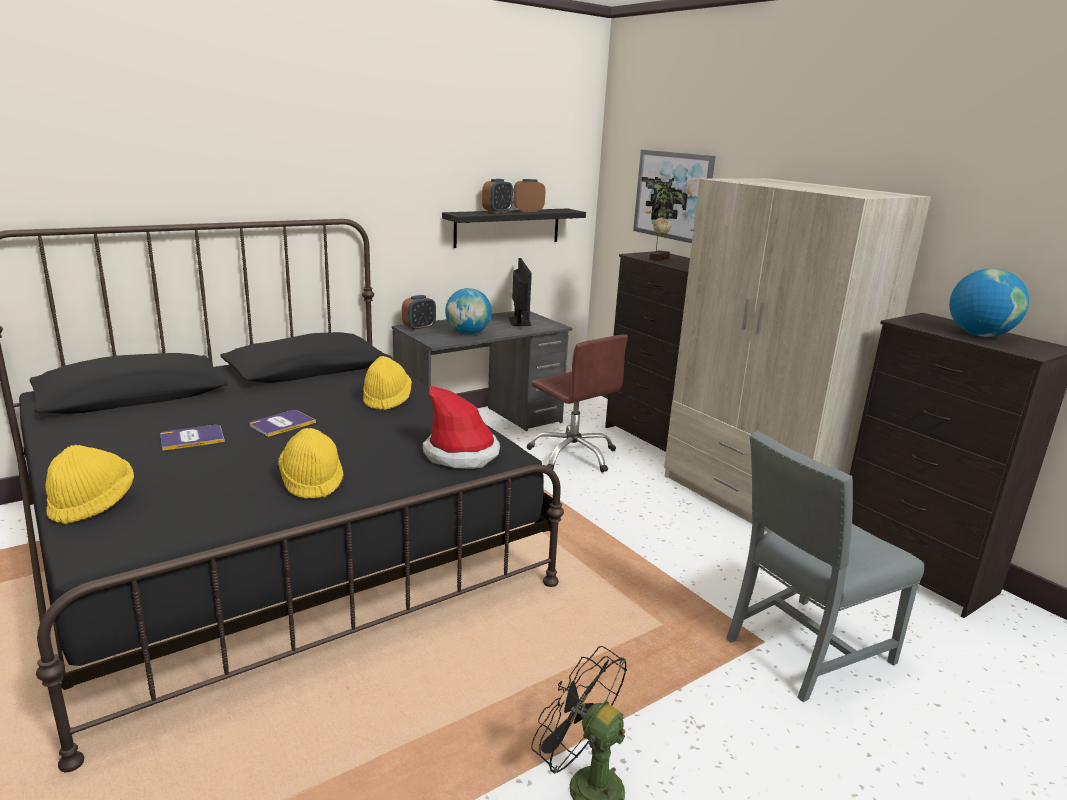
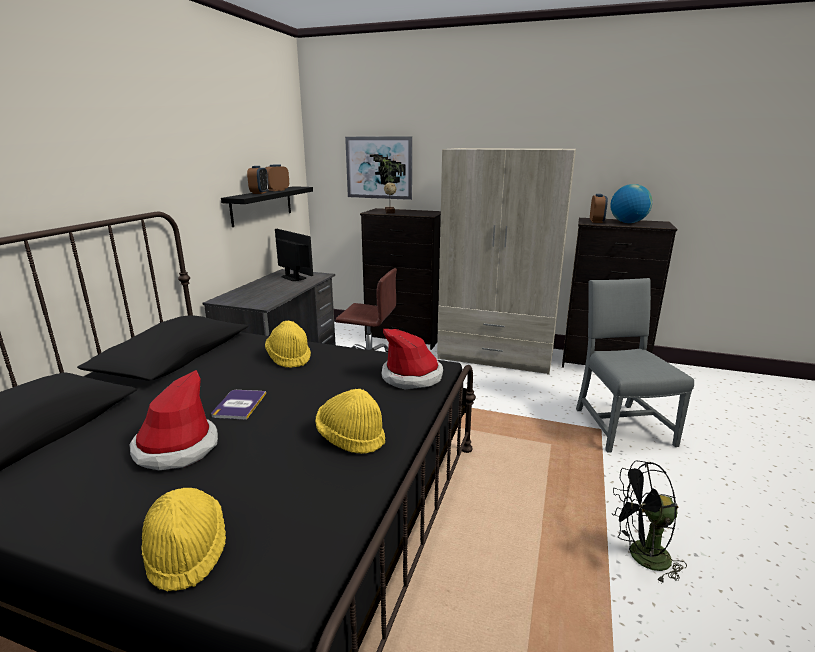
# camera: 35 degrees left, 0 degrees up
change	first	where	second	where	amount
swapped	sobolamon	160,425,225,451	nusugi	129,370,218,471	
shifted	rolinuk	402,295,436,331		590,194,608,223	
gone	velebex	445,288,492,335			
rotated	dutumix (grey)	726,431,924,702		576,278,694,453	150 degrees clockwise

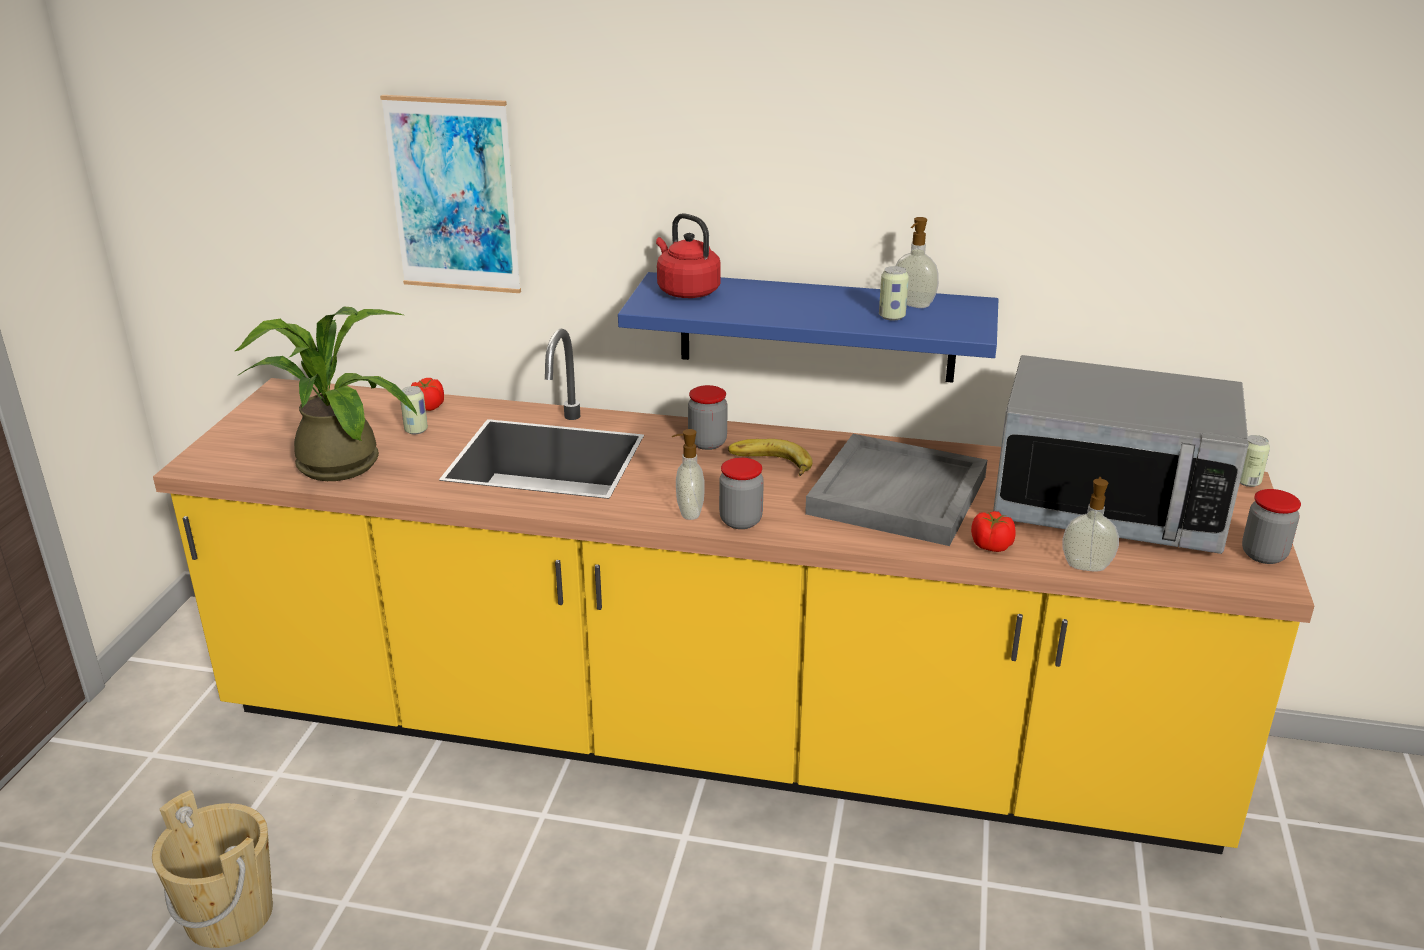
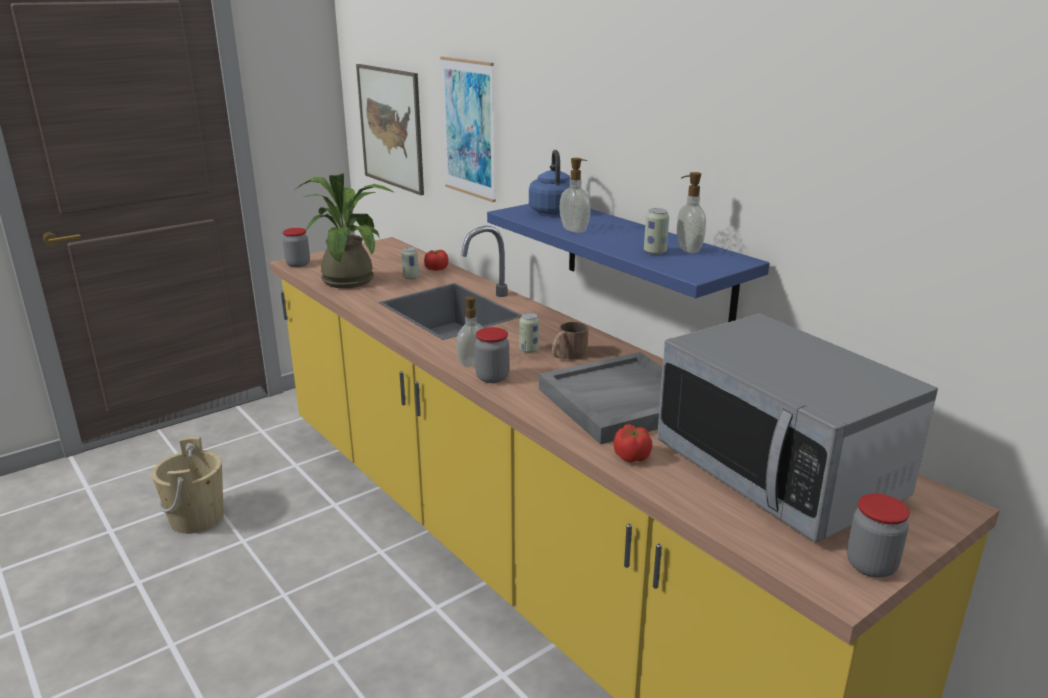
# camera: 40 degrees right, 5 degrees down
change	first	where	second	where	amount
repainted	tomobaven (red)	656,213,721,298	tomobaven (blue)	529,150,571,215	
shifted	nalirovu	688,385,727,450		282,228,310,267	
swapped	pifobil	728,439,813,476	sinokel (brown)	552,322,588,359	
shifted	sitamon	1062,477,1119,572		559,158,591,233	
shifted	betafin	1240,435,1270,487		519,313,539,353	
new			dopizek	356,64,424,195	

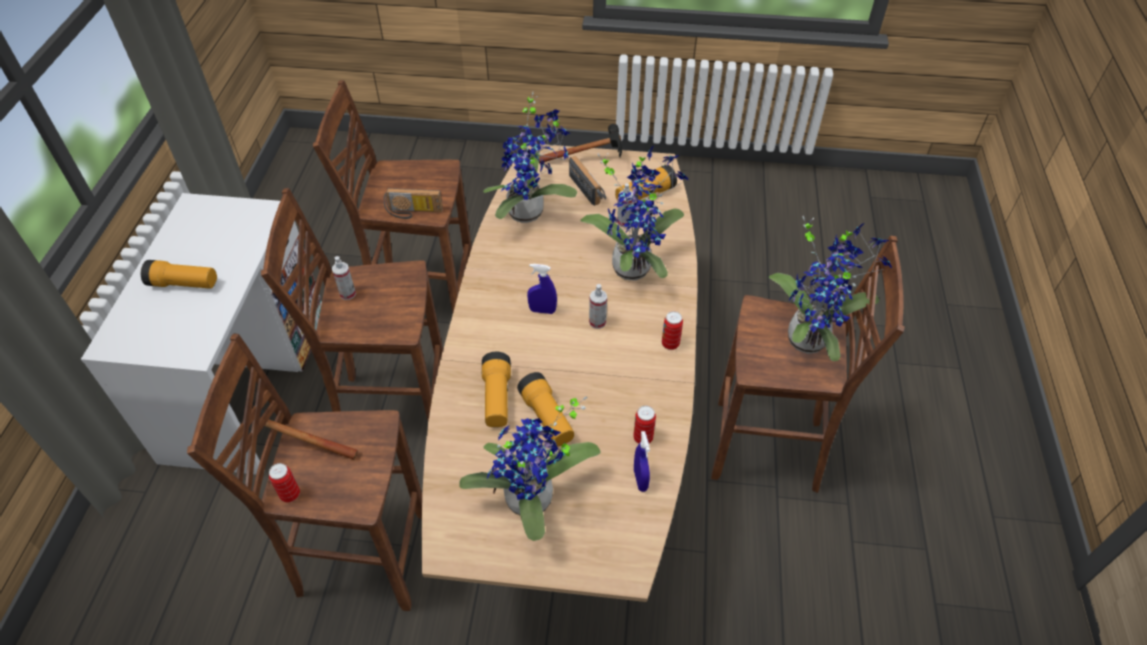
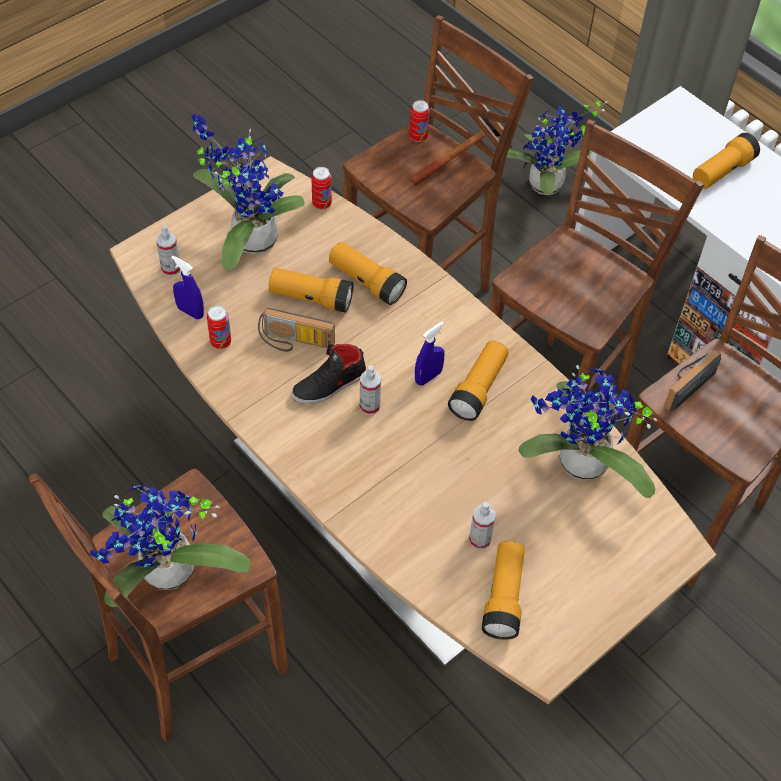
# camera: 130 degrees right, 5 degrees up
change	first	where	second	where	amount
shifted	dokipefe	332,256,356,300		156,225,180,276	
gone	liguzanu	539,124,622,163			
shifted	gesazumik	569,156,606,206		258,308,335,352	
shifted	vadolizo	580,146,688,281		507,101,608,195	
shifted	betafin	662,311,683,350		311,167,332,210	
new			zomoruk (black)	292,344,366,404	
new			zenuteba	448,340,508,421	

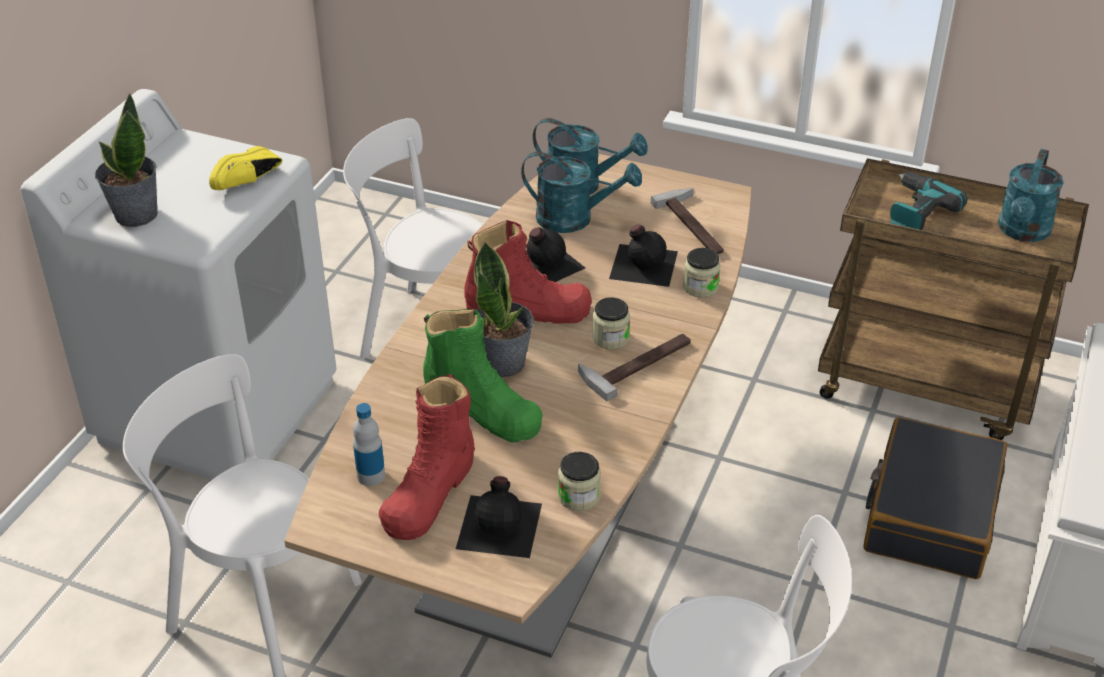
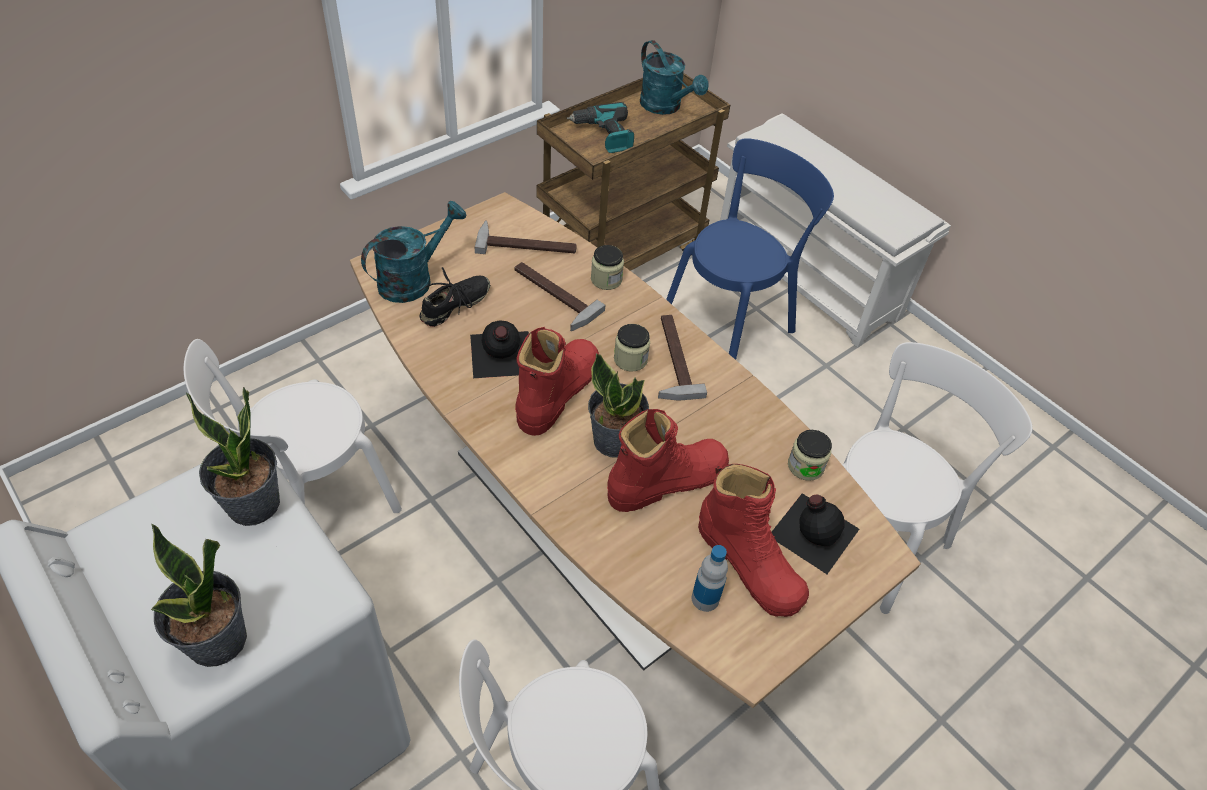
# camera: 65 degrees left, 10 degrees up
change	first	where	second	where	amount
swapped	zomoruk (yellow)	209,146,282,190	vadolizo	186,387,280,526	
repainted	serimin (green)	423,309,543,443	serimin (red)	607,409,729,512	
swapped	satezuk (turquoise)	521,152,642,233	zomoruk (black)	419,267,490,327	
swapped	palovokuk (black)	609,224,678,287	liguzanu	514,262,605,331	
swapped	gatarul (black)	863,417,1007,579	dutumix (blue)	666,138,834,360	

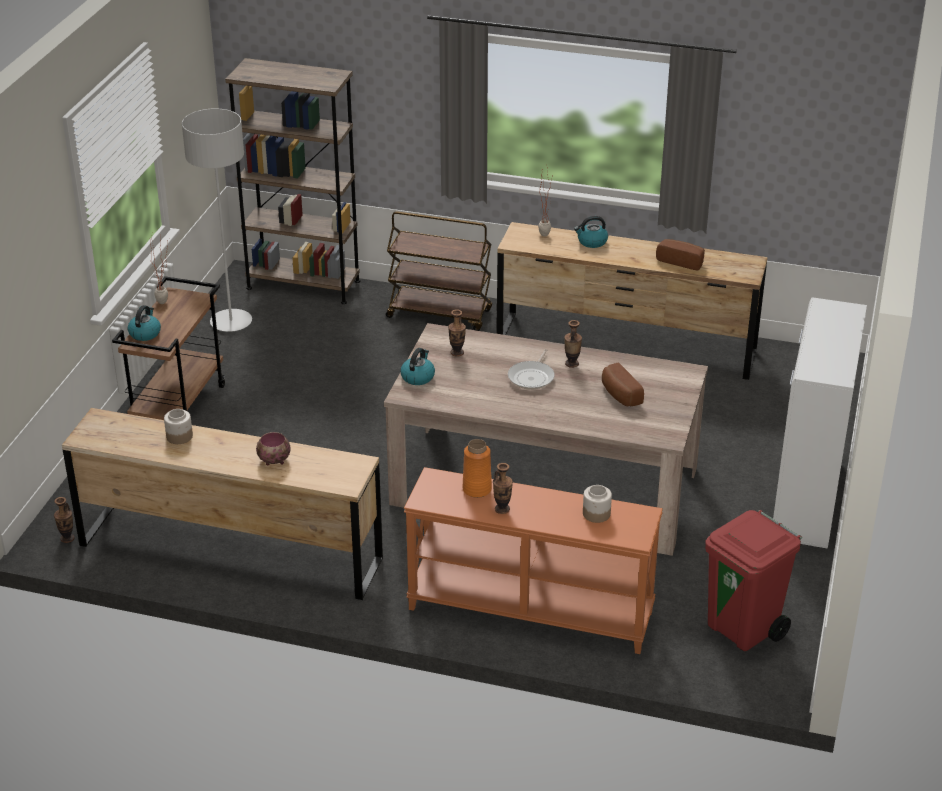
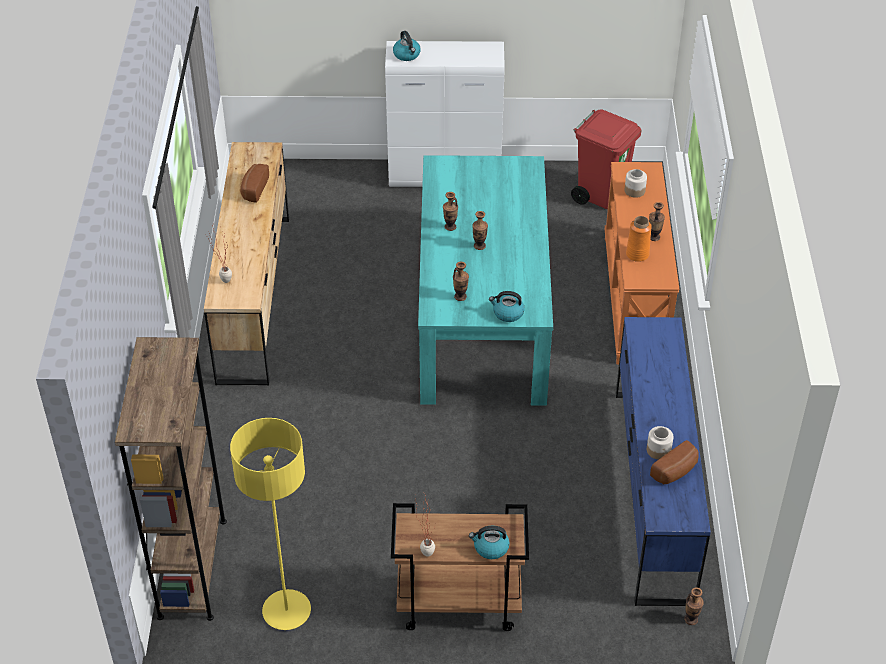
# camera: 105 degrees left, 10 degrees up
change	first	where	second	where	amount
repainted	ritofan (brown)	62,408,383,600	ritofan (blue)	616,317,711,606	
repainted	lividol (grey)	182,109,252,332	lividol (yellow)	230,418,311,630	
gone	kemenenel	256,432,291,466			
repainted	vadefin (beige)	384,323,708,556	vadefin (turquoise)	418,155,553,406	
gone	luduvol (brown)	386,211,492,331			
swapped	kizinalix	508,349,555,390	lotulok	472,211,488,250	
shifted	tomobaven	574,216,608,248		393,31,421,61	
shifted	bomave	602,363,644,406		650,440,699,484	

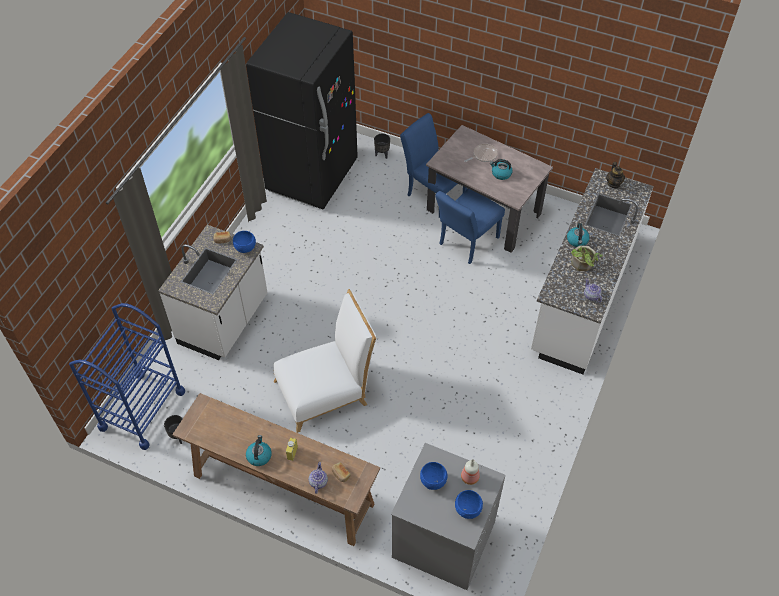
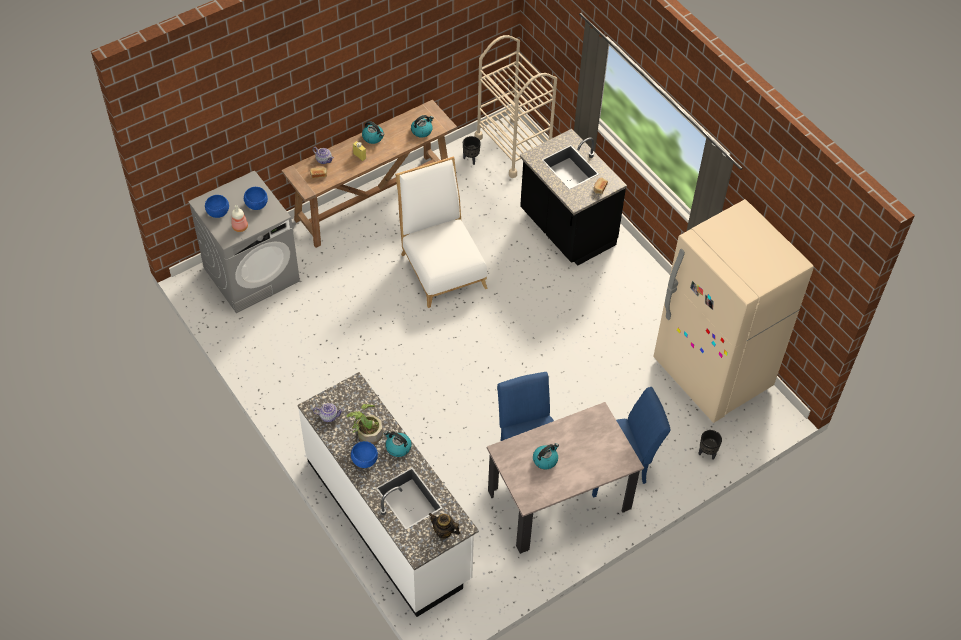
# camera: 120 degrees right, 0 degrees up
change	first	where	second	where	amount
repainted	luduvol (blue)	69,303,185,450	luduvol (beige)	474,35,557,178	
repainted	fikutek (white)	158,225,268,360	fikutek (black)	520,129,627,266	
shifted	kemenenel (blue)	233,231,256,253		351,441,378,468	
repainted	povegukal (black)	246,12,358,209	povegukal (beige)	653,199,814,423	
rotated	dutumix (white)	273,289,376,433		395,156,488,308	150 degrees clockwise
gone	kizinalix	464,144,498,162			
new			tomobaven	411,115,434,138	

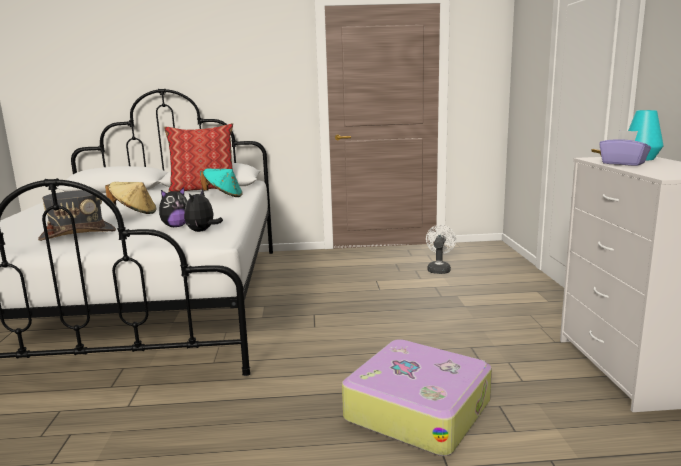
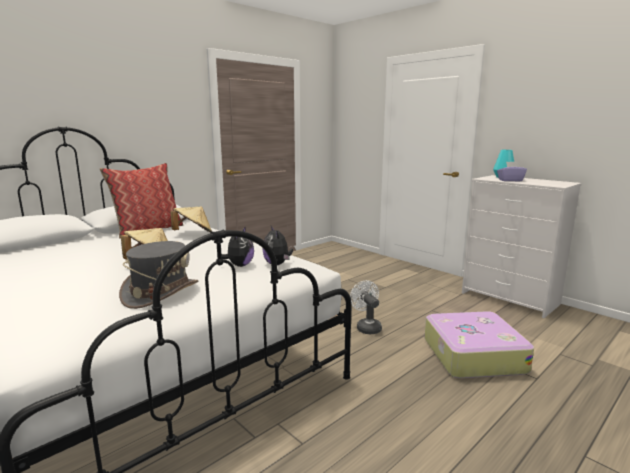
# camera: 40 degrees left, 0 degrees up
change	first	where	second	where	amount
repainted	nusugi (turquoise)	200,168,243,197	nusugi (beige)	171,207,212,232	
shifted	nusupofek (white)	426,225,456,274		350,280,382,334	

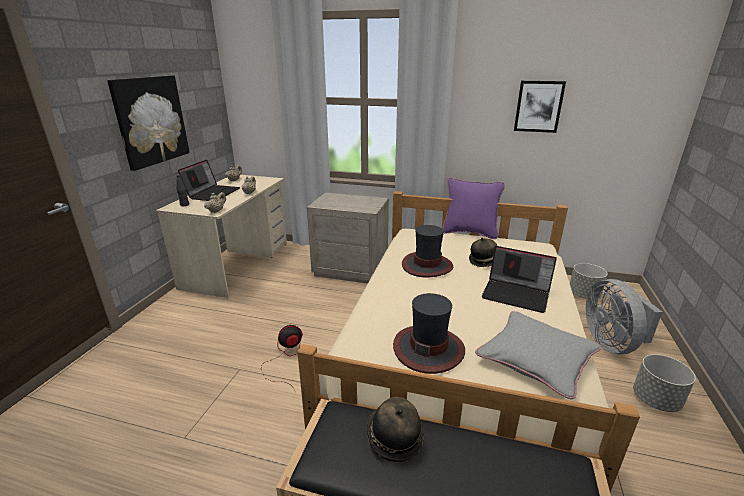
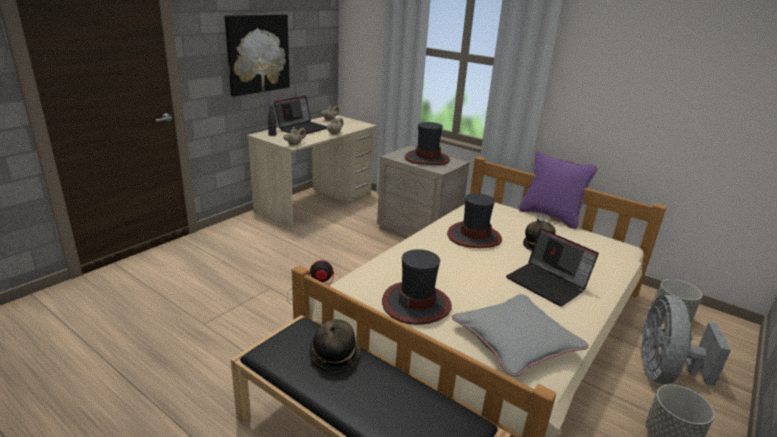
# camera: 20 degrees right, 0 degrees up
change	first	where	second	where	amount
gone	dopizek	514,81,566,133			
new			nusugi	405,122,450,165	

